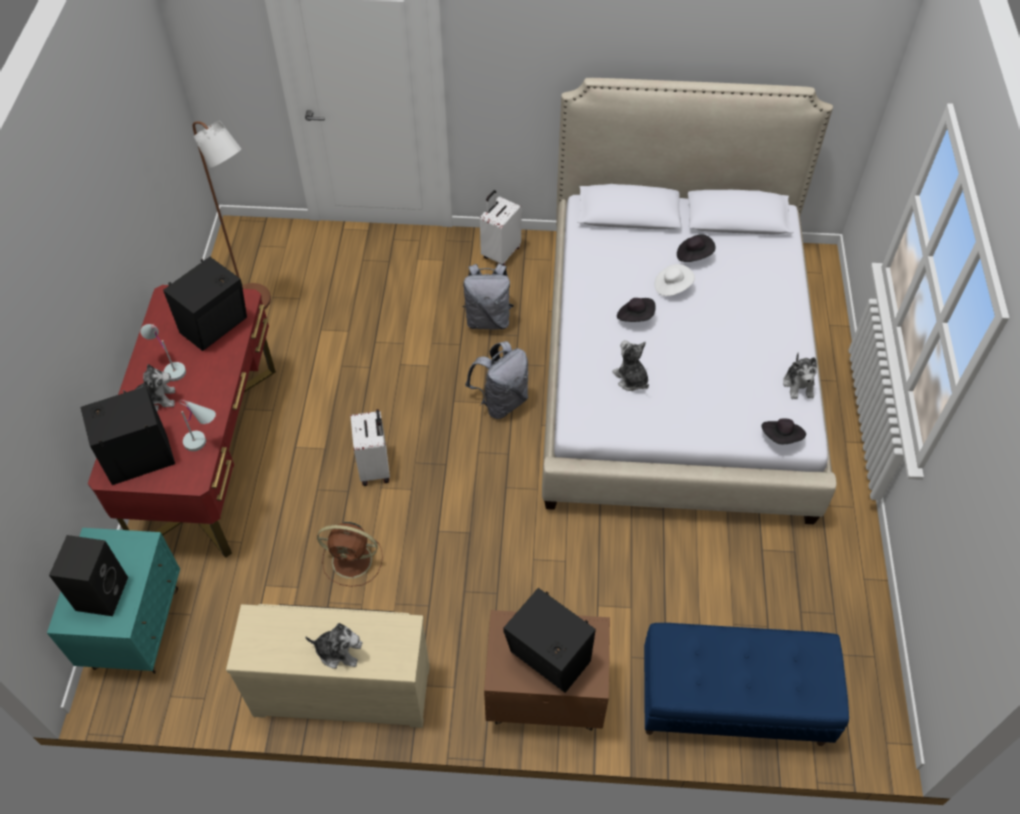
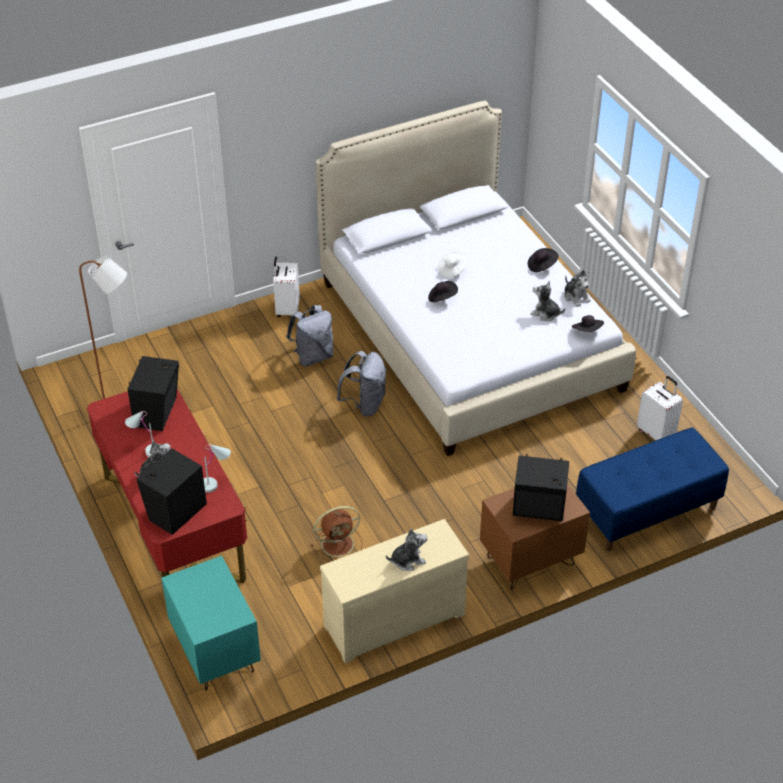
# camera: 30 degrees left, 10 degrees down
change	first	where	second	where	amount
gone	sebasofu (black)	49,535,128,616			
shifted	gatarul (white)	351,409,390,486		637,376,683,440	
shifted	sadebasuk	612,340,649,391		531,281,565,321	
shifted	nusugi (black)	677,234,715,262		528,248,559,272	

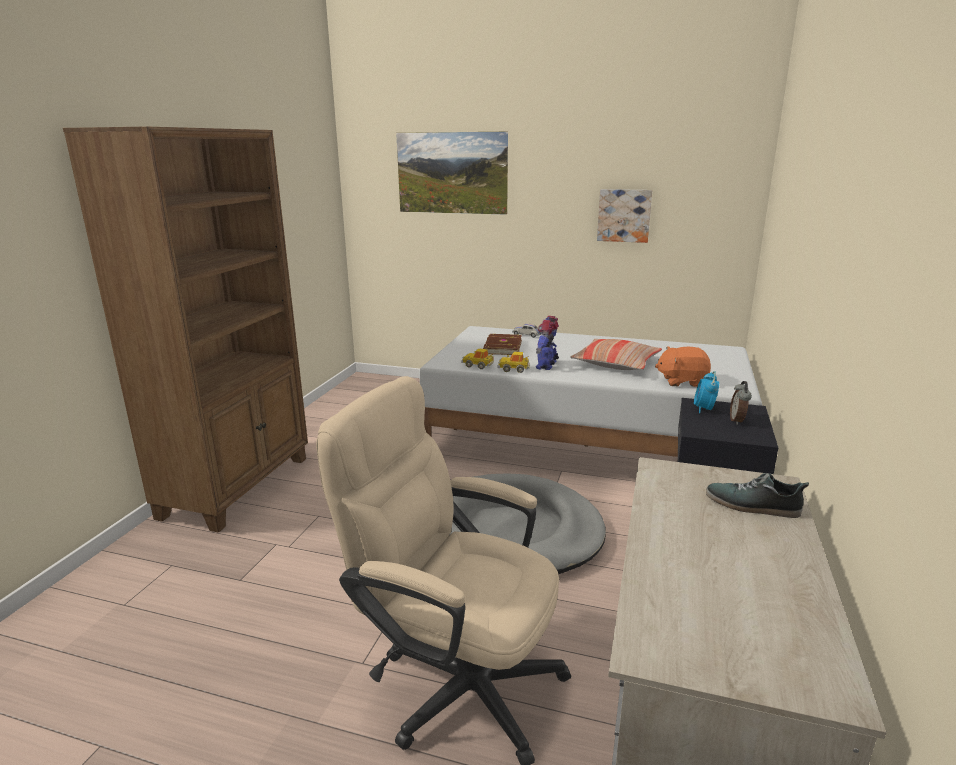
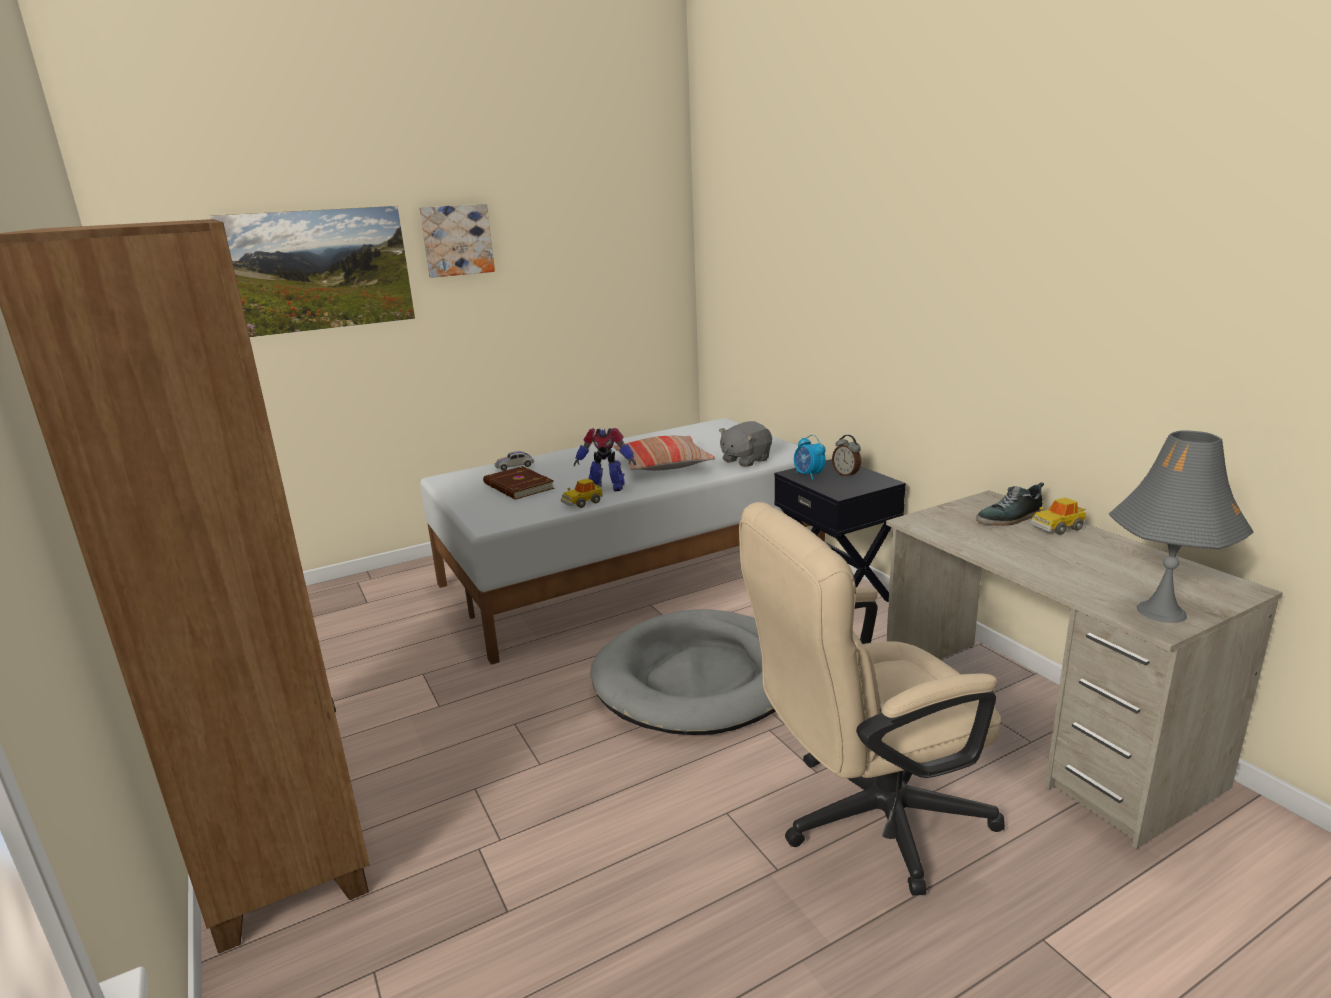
# camera: 45 degrees left, 0 degrees up
change	first	where	second	where	amount
shifted	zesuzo	461,349,494,369		1030,498,1086,535	
rotated	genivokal	536,316,559,370		574,428,636,492	60 degrees counterclockwise
shifted	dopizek	597,189,652,243		419,204,495,278	
repainted	sadebasuk (orange)	655,347,711,387	sadebasuk (grey)	719,421,772,467	
new			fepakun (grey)	1109,430,1254,623	

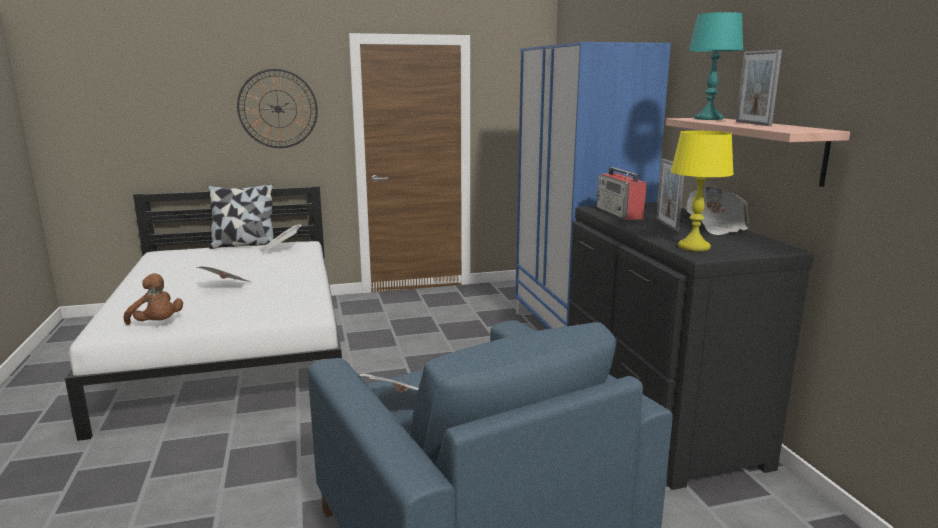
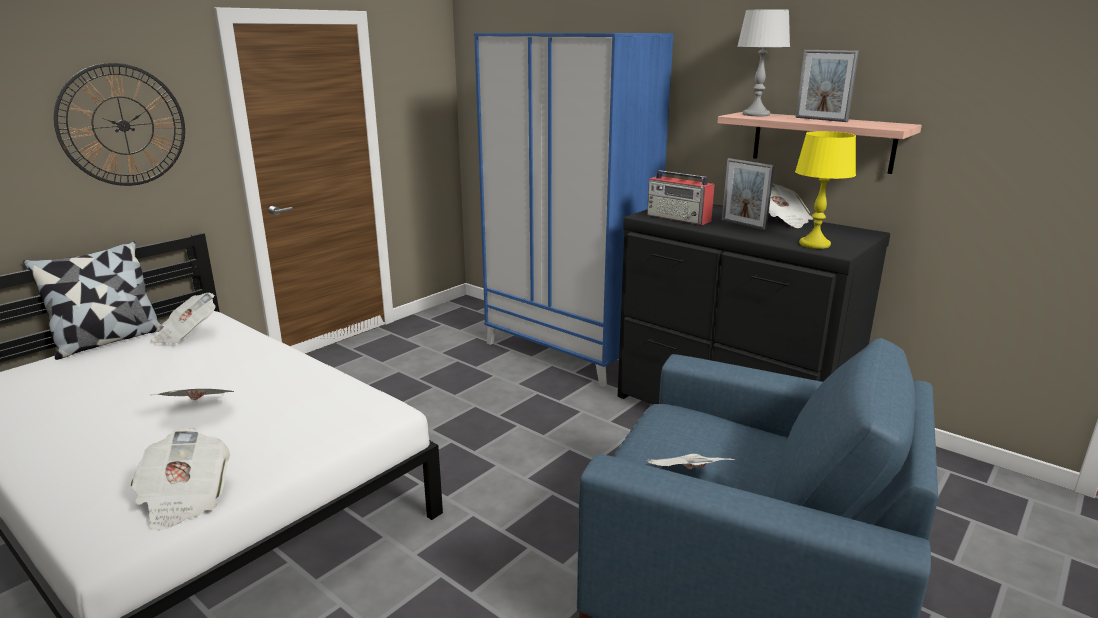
# camera: 35 degrees left, 5 degrees up
change	first	where	second	where	amount
swapped	sadebasuk (brown)	124,273,183,325	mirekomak	131,428,230,531	
repainted	fepakun (turquoise)	689,12,743,120	fepakun (grey)	737,9,790,116	

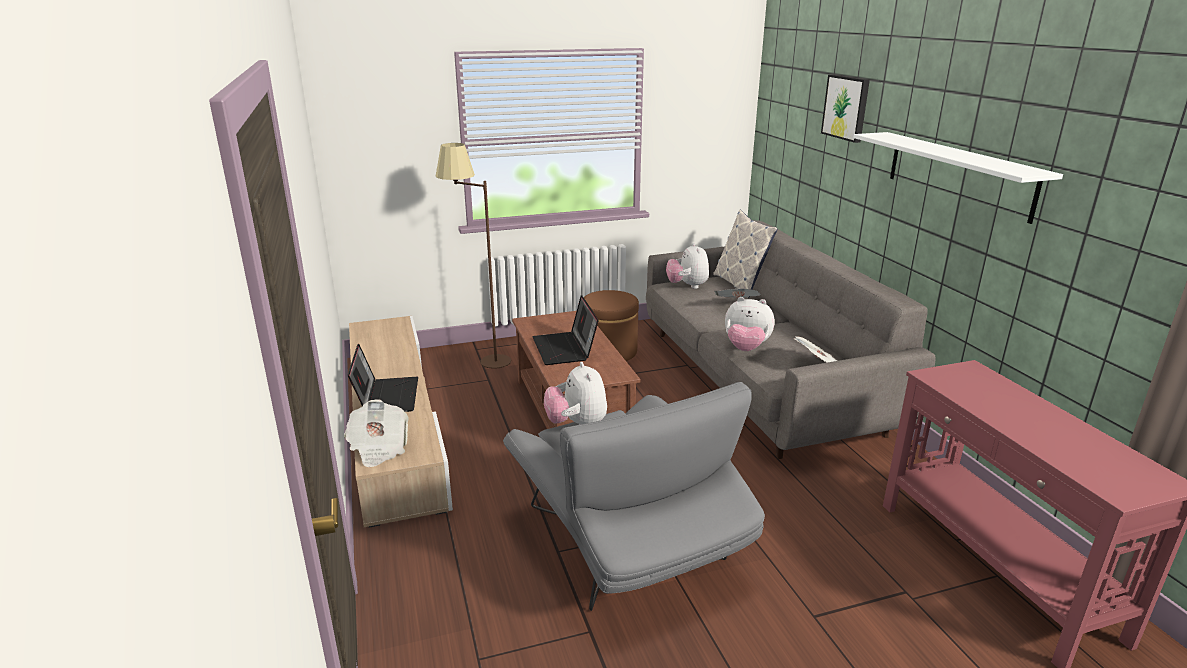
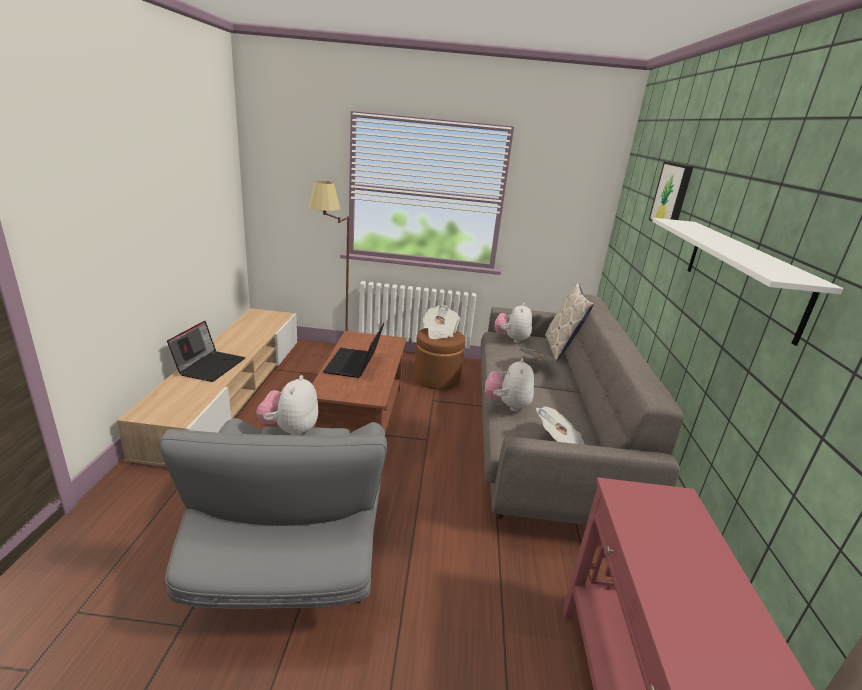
# camera: 20 degrees right, 0 degrees up
change	first	where	second	where	amount
shifted	mirekomak	344,399,409,467		422,305,460,339	
rotated	sadebasuk	725,297,774,351		485,358,534,412	60 degrees clockwise

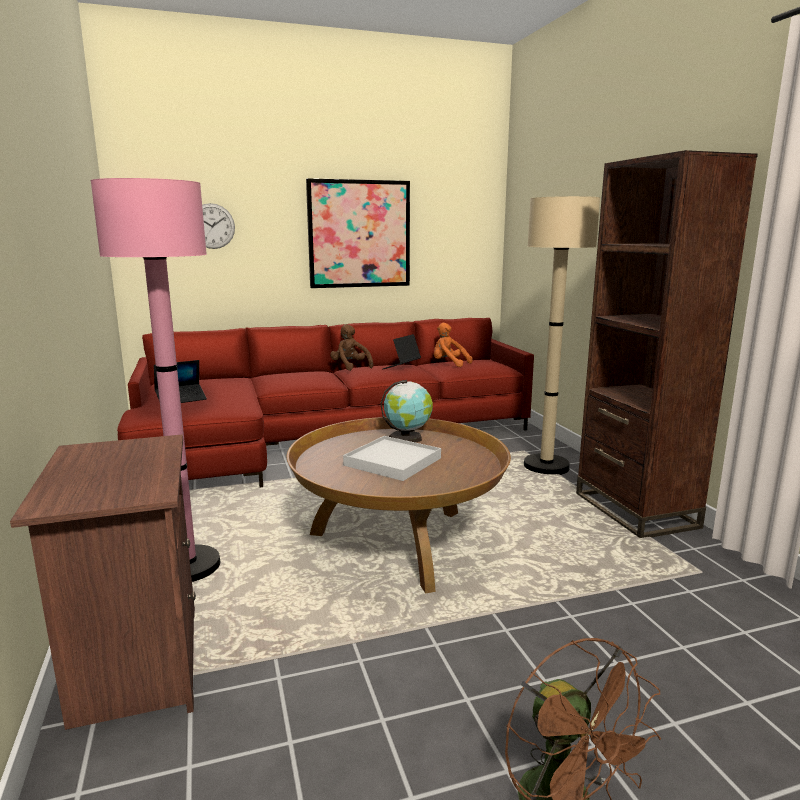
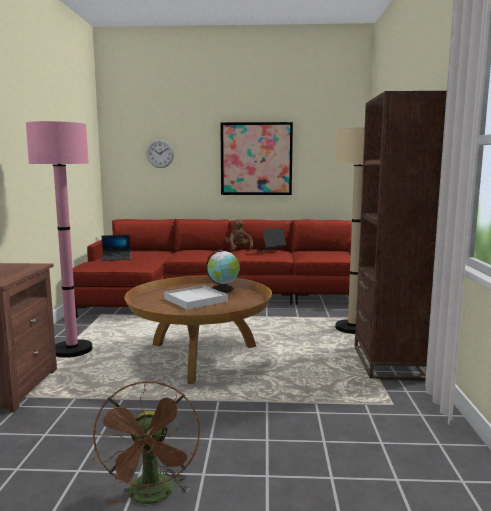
# camera: 20 degrees right, 5 degrees down
change	first	where	second	where	amount
gone	sadebasuk (orange)	434,323,473,367			

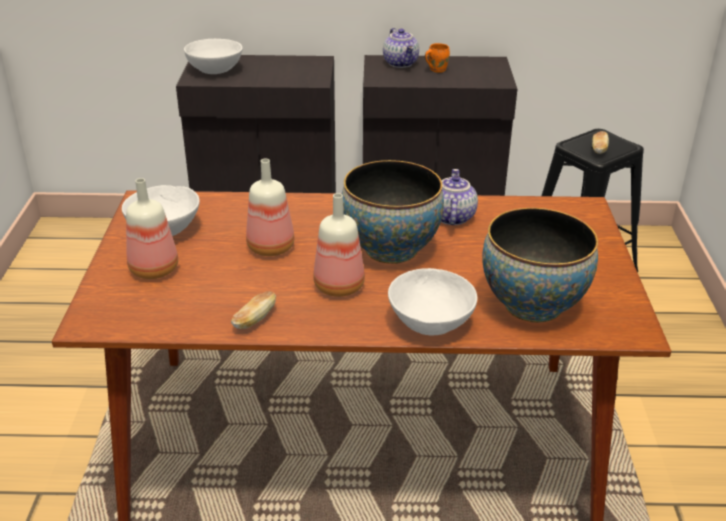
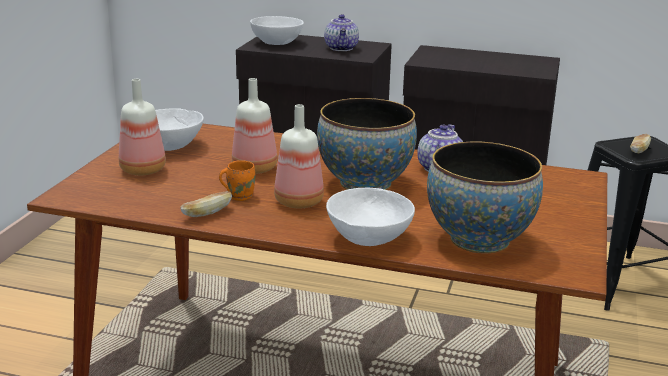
# camera: 15 degrees right, 10 degrees down
change	first	where	second	where	amount
shifted	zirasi	383,28,419,68		324,14,359,51	
shifted	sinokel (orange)	425,43,450,73		219,160,256,201	

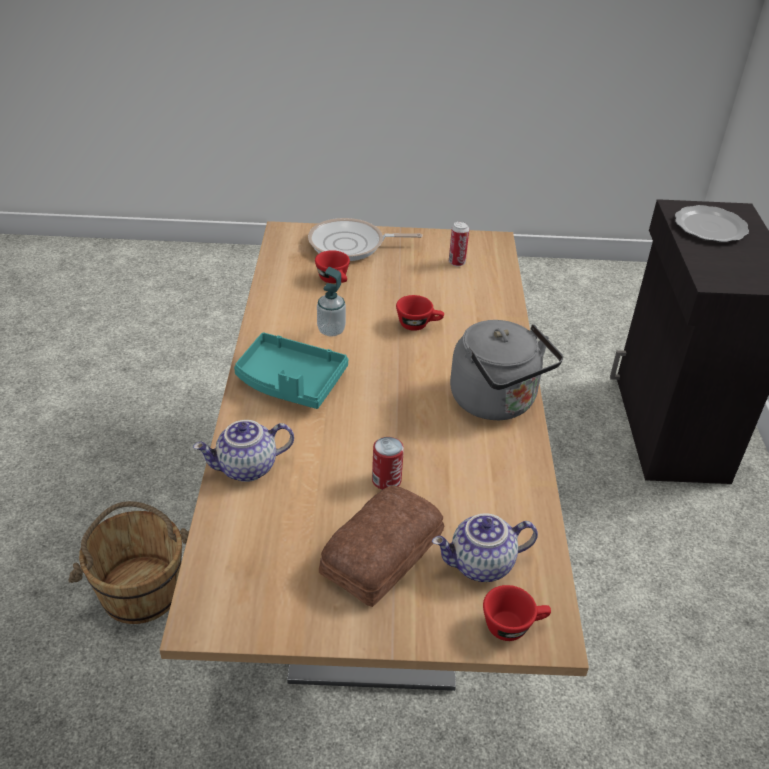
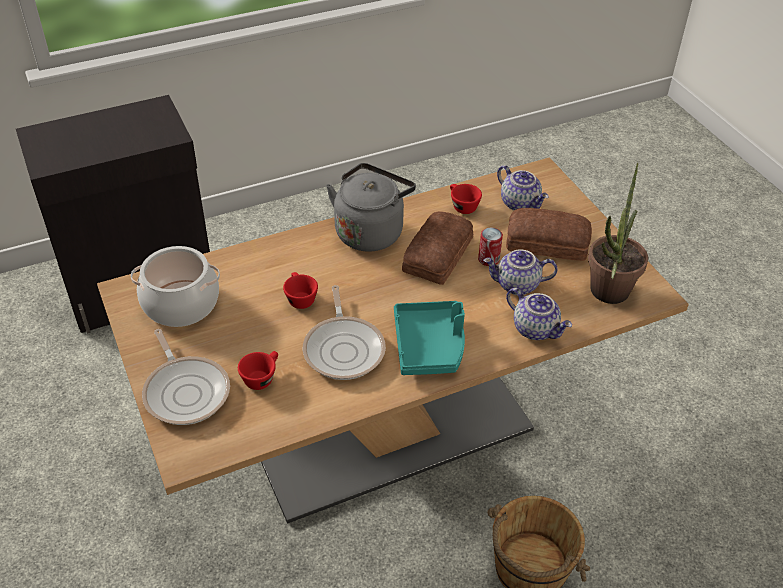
# camera: 115 degrees left, 5 degrees up
change	first	where	second	where	amount
swapped	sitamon	317,267,346,337	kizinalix	303,285,386,380	
swapped	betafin	449,221,469,266	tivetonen	131,246,220,327	
shifted	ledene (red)	483,585,551,641		450,184,482,214	
gone	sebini	675,205,749,242			
new			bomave	402,211,473,285	
new			zirasi	483,249,557,295	
new			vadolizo	588,163,648,304	

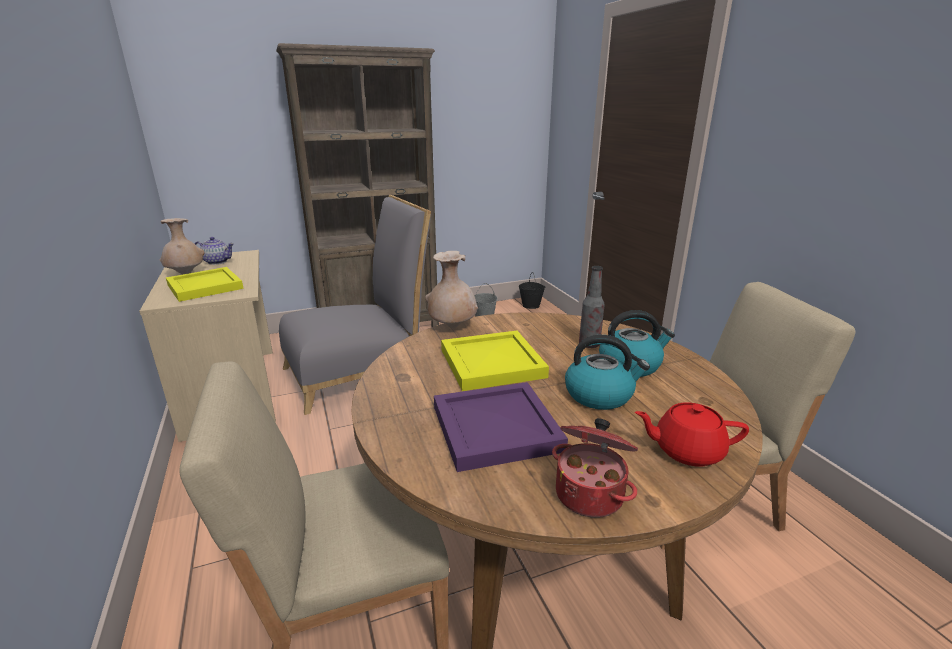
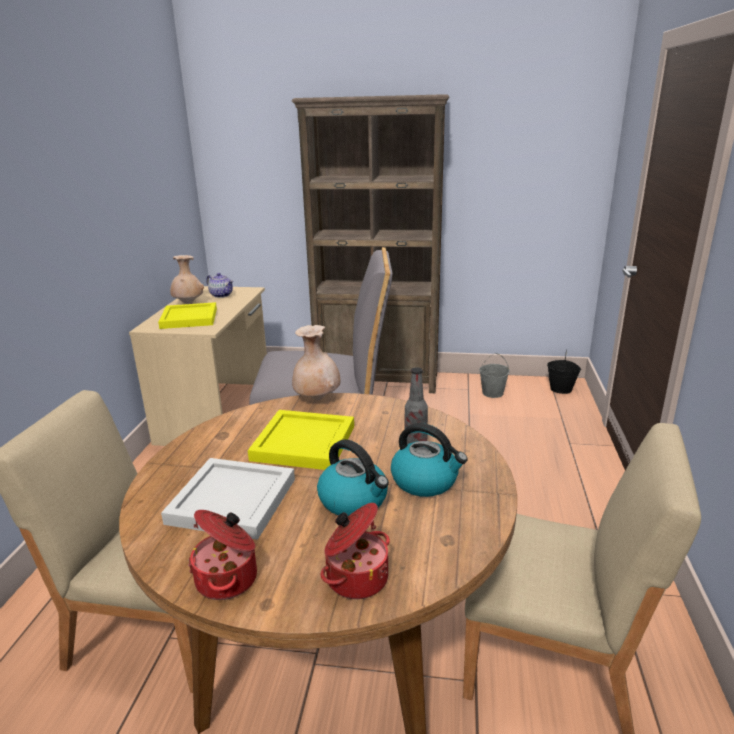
# camera: 30 degrees right, 0 degrees up
change	first	where	second	where	amount
repainted	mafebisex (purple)	434,382,568,472	mafebisex (white)	161,458,295,540	
swapped	zirasi (red)	635,402,749,466	tivetonen	321,503,390,599	

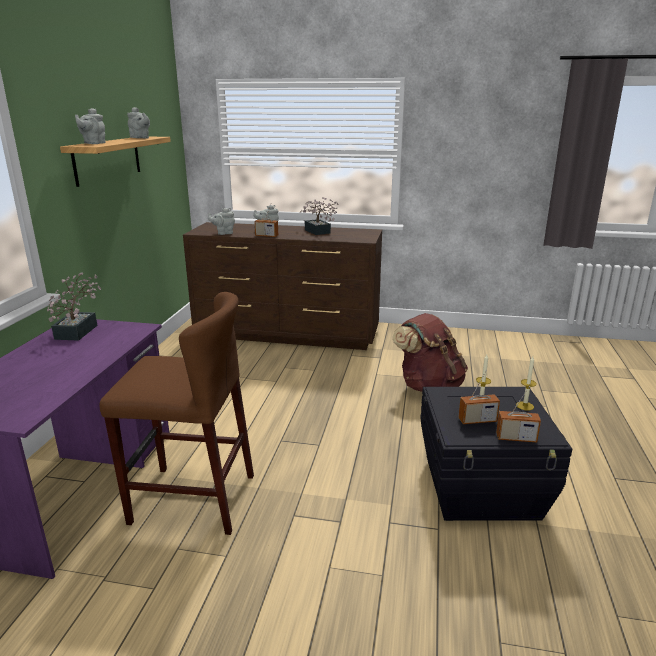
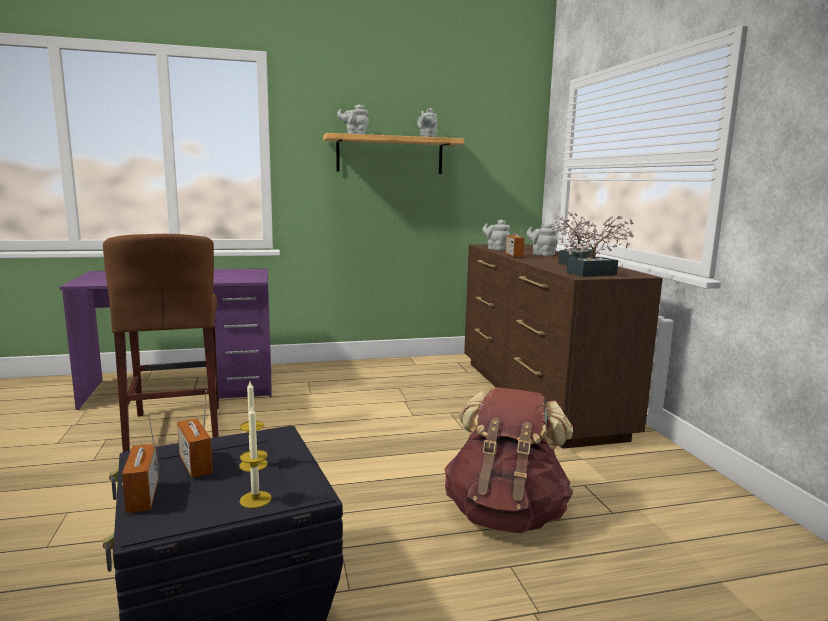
# camera: 65 degrees right, 10 degrees down
change	first	where	second	where	amount
shifted	vadolizo	47,272,102,341		564,215,634,277	

